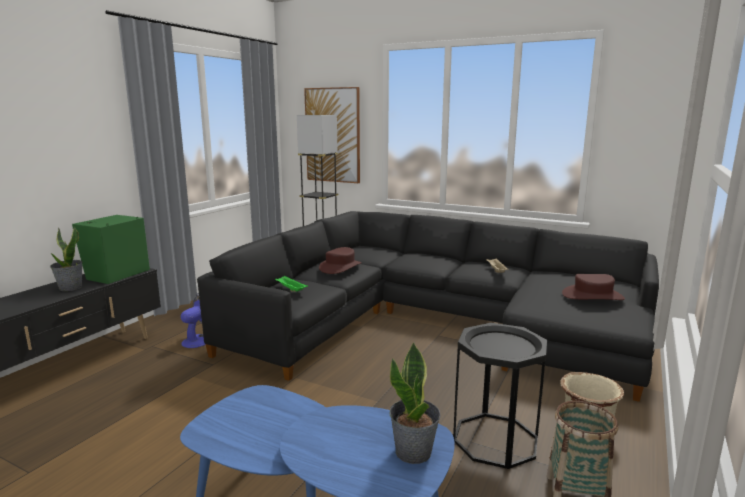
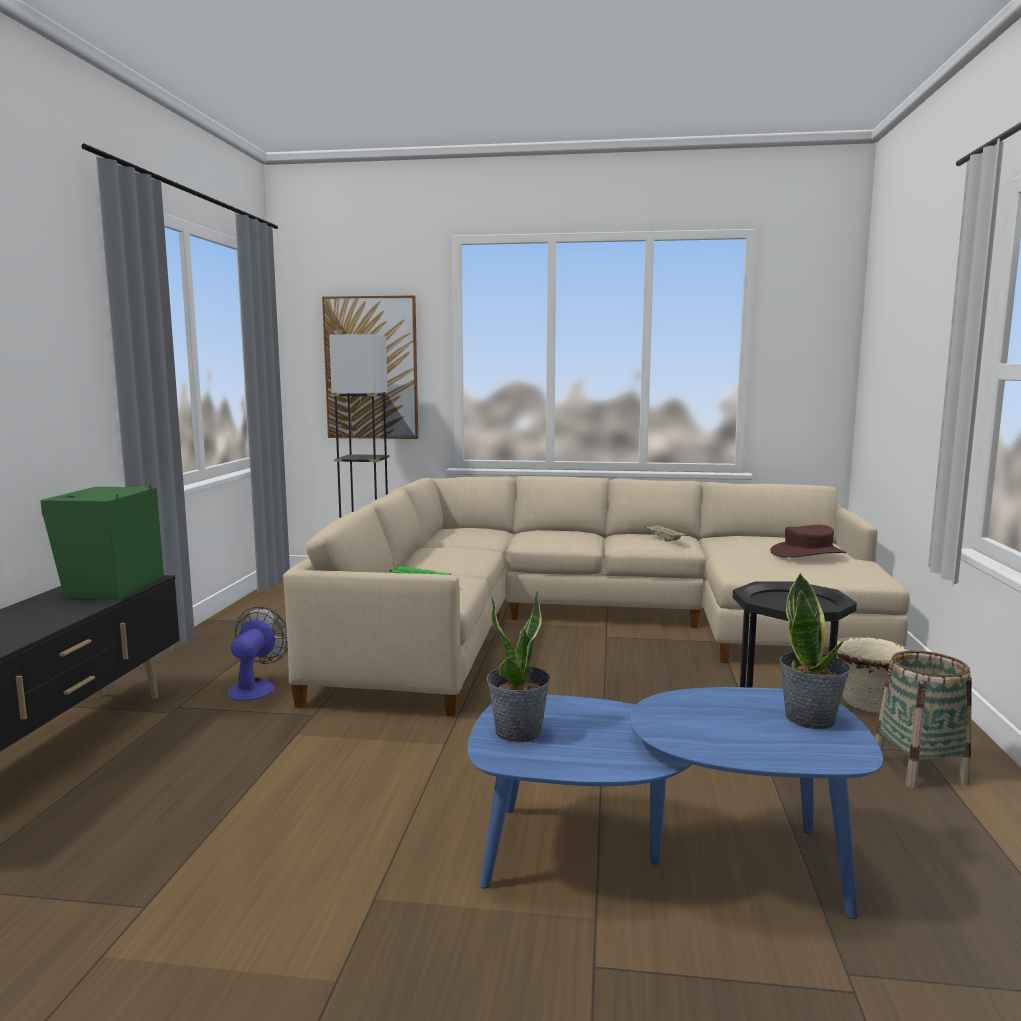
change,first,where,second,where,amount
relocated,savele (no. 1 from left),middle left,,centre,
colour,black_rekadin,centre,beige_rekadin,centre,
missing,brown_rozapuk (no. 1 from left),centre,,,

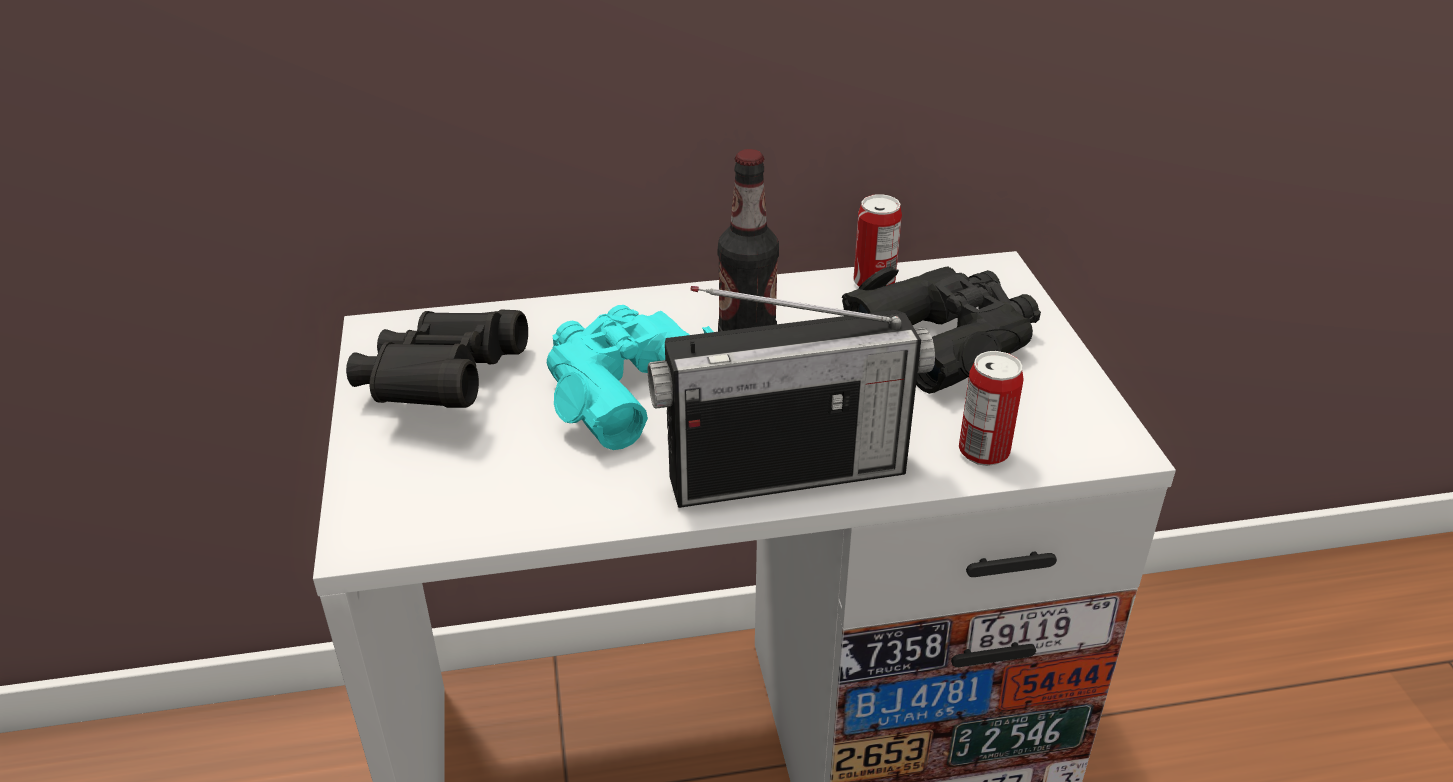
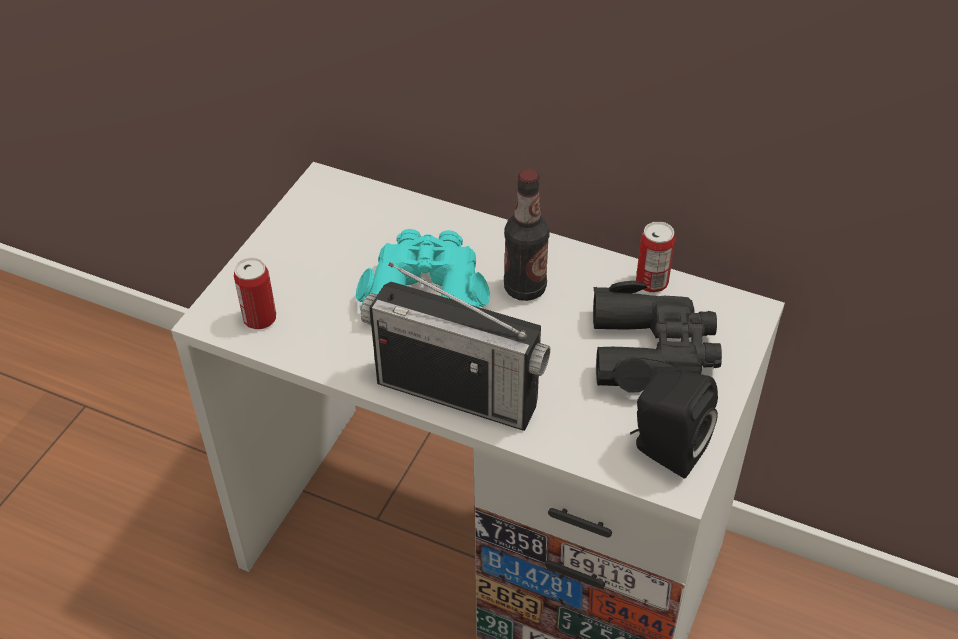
change,first,where,second,where,amount
missing,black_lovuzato (no. 1 from left),middle left,,,
relocated,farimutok (no. 2 from left in the first image),middle right,farimutok (no. 1 from left),middle left,
appeared,,,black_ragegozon,middle right,

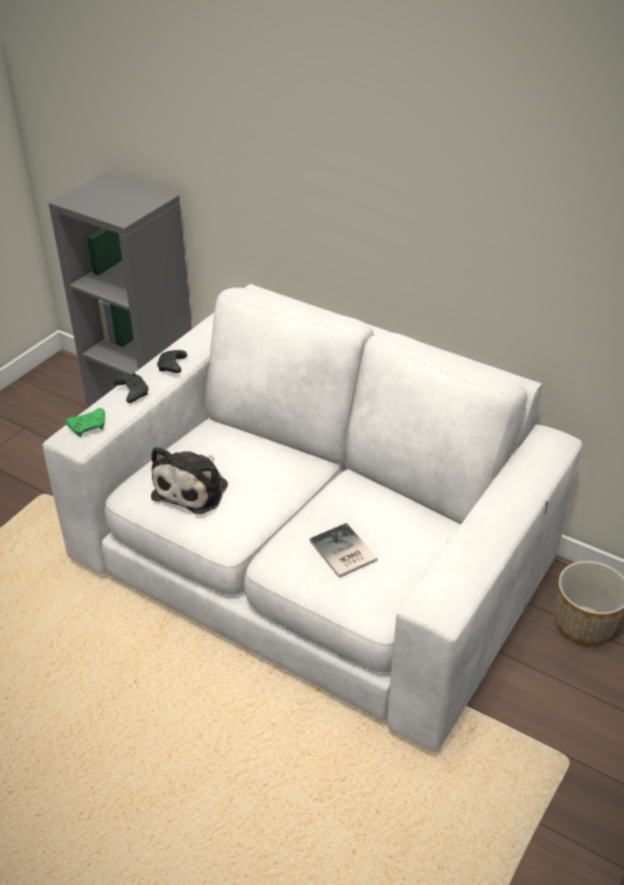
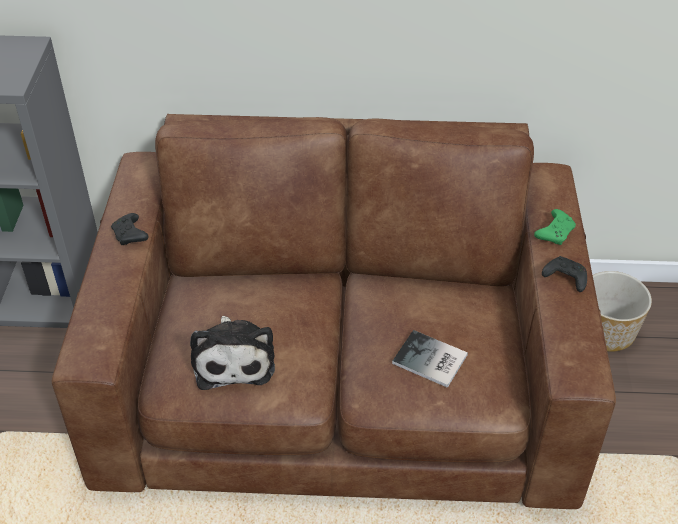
change,first,where,second,where,amount
colour,white_rekadin,centre,brown_rekadin,centre,
relocated,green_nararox,middle left,,middle right,
relocated,black_nararox (no. 1 from left in the first image),middle left,black_nararox (no. 2 from left),middle right,

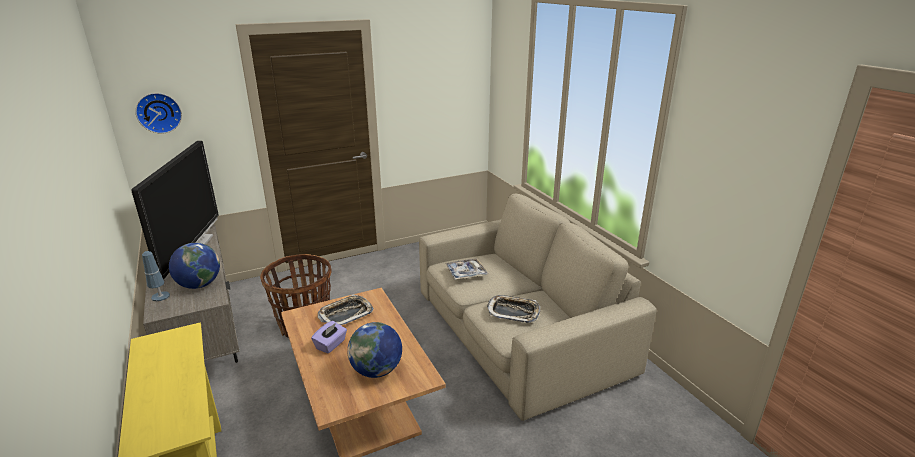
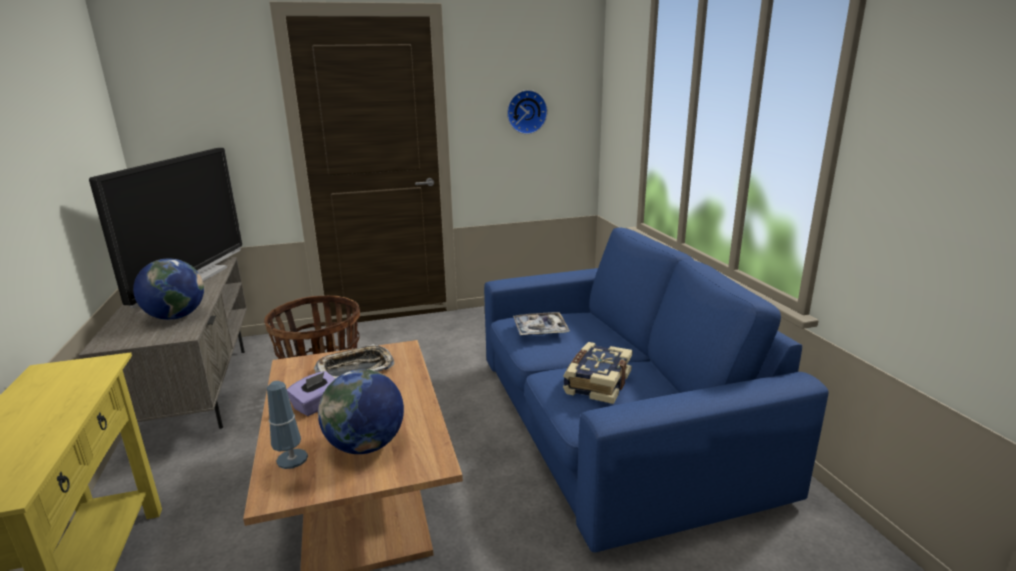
change,first,where,second,where,amount
relocated,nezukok,top left,,top centre,
relocated,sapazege,middle left,,bottom left,
colour,beige_rekadin,bottom centre,blue_rekadin,bottom centre,
exchanged,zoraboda (no. 3 from left),bottom centre,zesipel,centre,

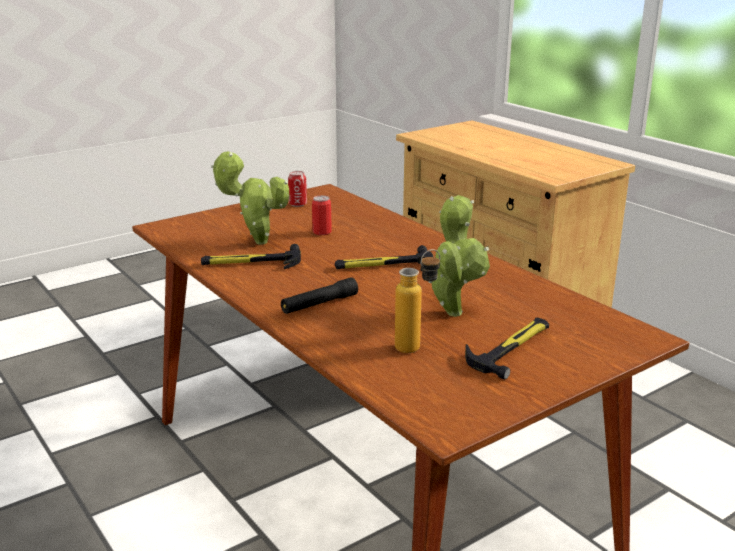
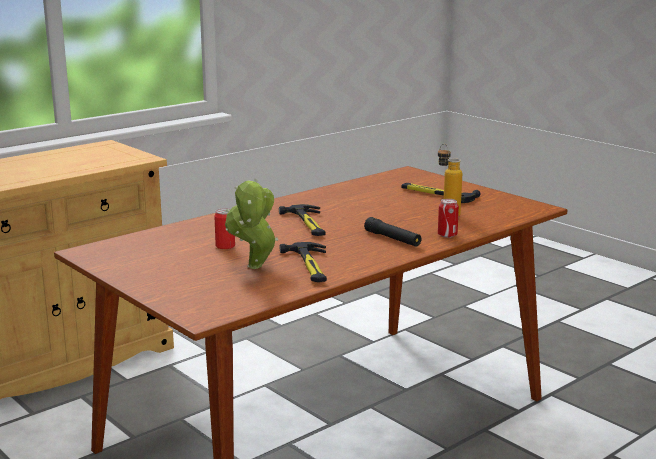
change,first,where,second,where,amount
relocated,farimutok (no. 1 from left in the first image),centre,farimutok (no. 2 from left),middle right,
missing,savele (no. 2 from left),centre,,,

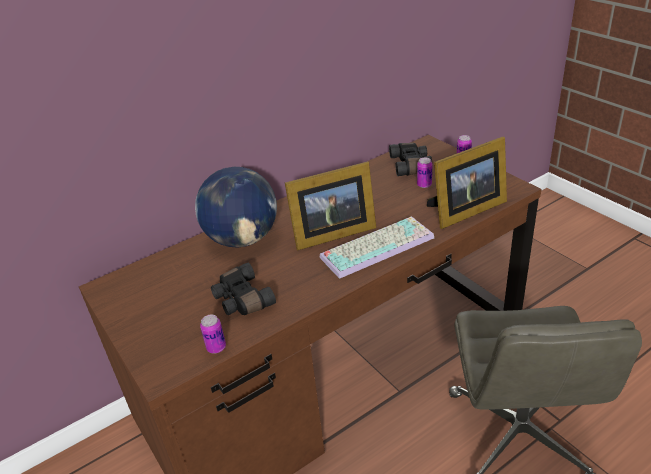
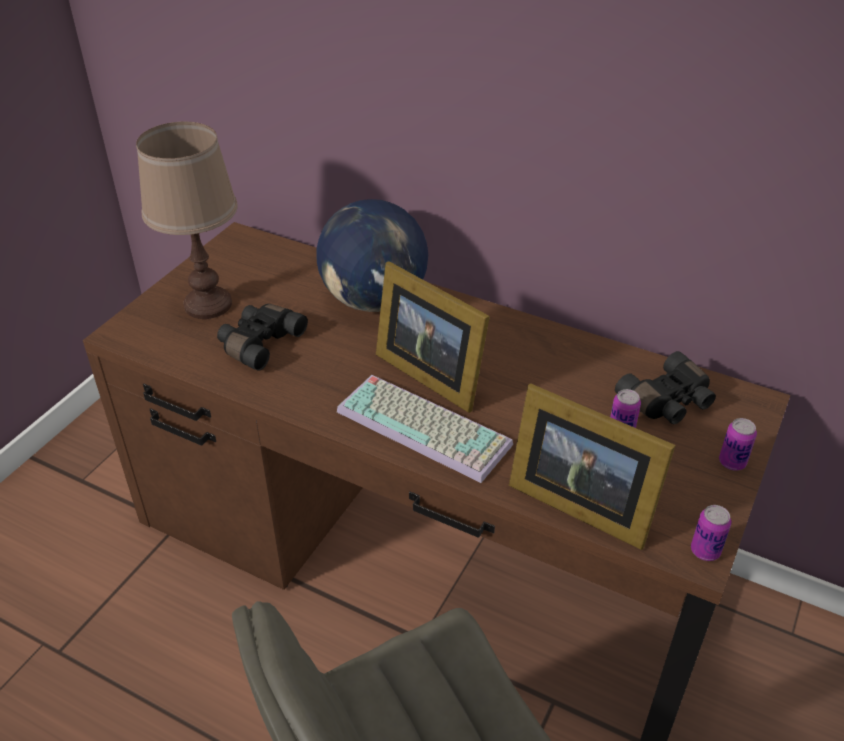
change,first,where,second,where,amount
relocated,farimutok (no. 1 from left in the first image),bottom left,farimutok (no. 2 from left),bottom right,
appeared,,,brown_sapazege,top left,

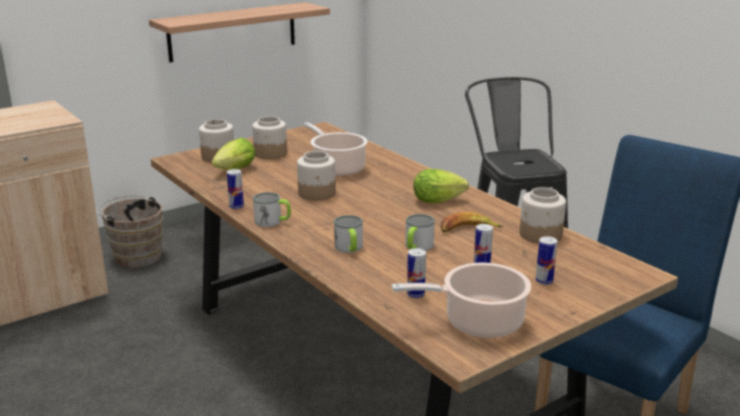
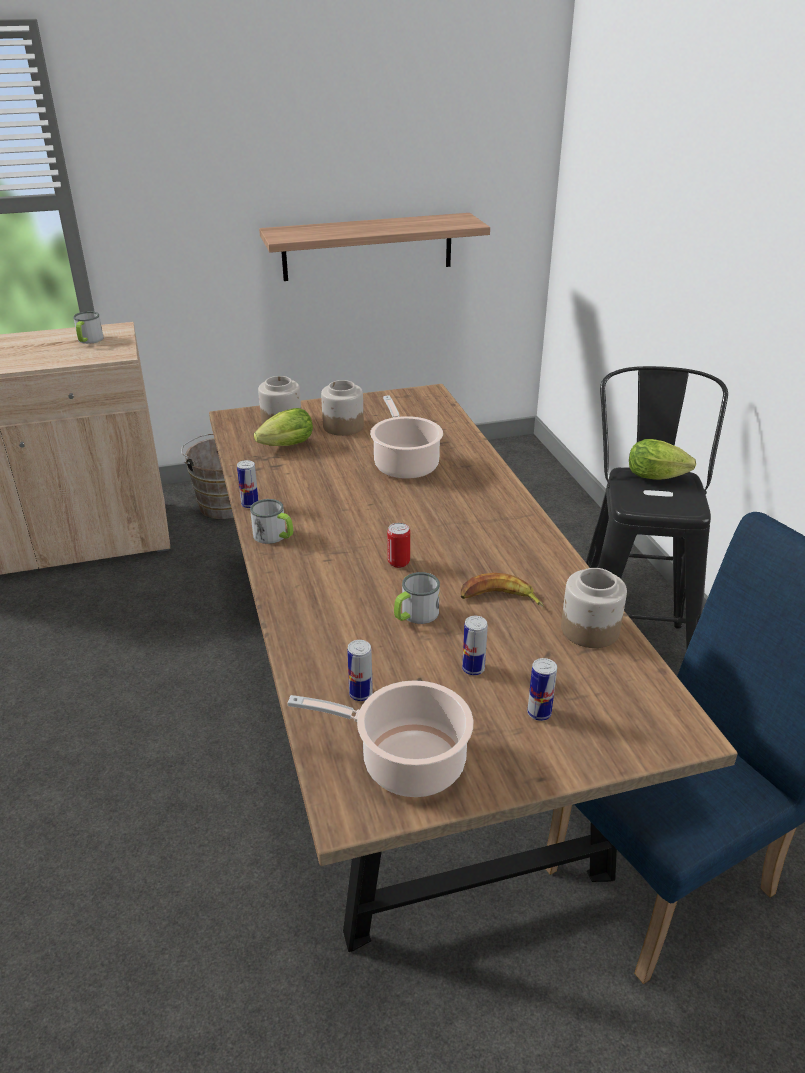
change,first,where,second,where,amount
missing,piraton (no. 3 from left),centre,,,
relocated,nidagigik (no. 2 from left in the first image),centre,nidagigik (no. 1 from left),top left,
relocated,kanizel (no. 2 from left),centre,,middle right,
appeared,,,farimutok (no. 3 from left),centre,

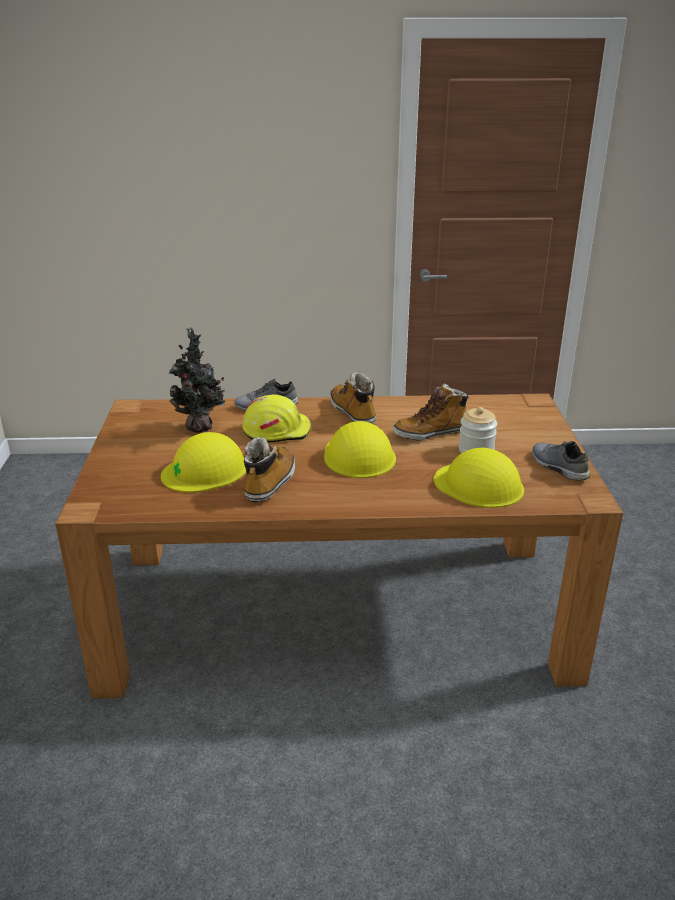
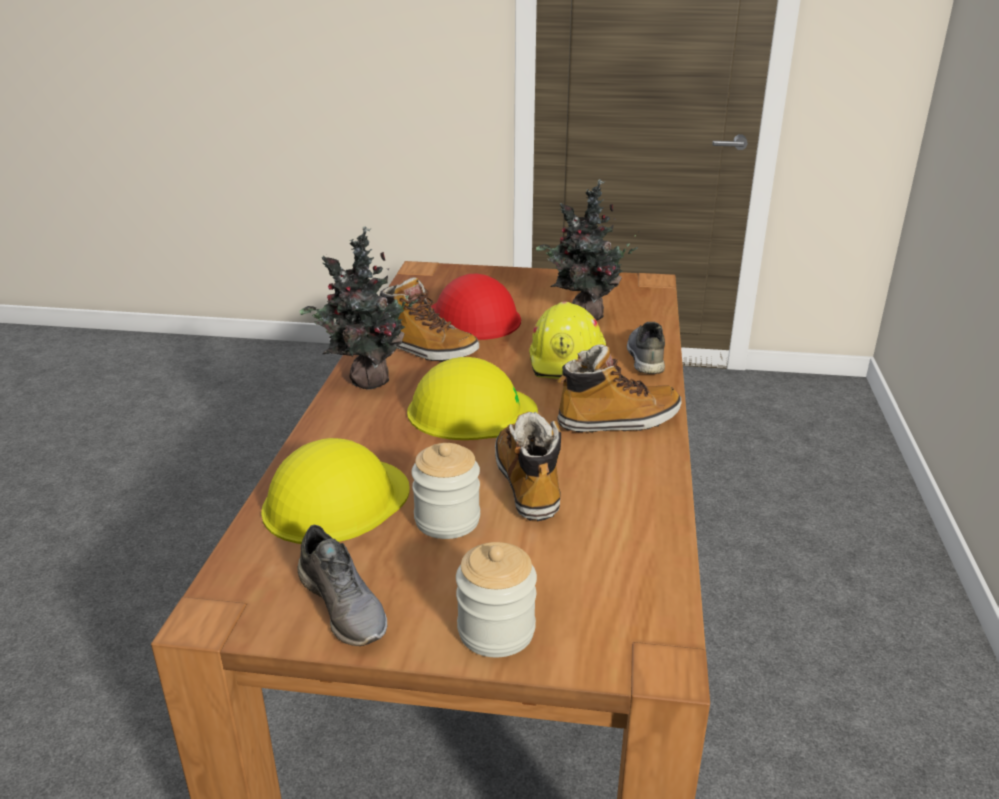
change,first,where,second,where,amount
colour,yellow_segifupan (no. 1 from left),middle left,red_segifupan,centre,
spun,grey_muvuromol (no. 2 from left in the first image),middle right,grey_muvuromol (no. 1 from left),bottom centre,75 degrees clockwise
appeared,,,savele (no. 1 from left),centre,
appeared,,,piraton (no. 2 from left),bottom centre,

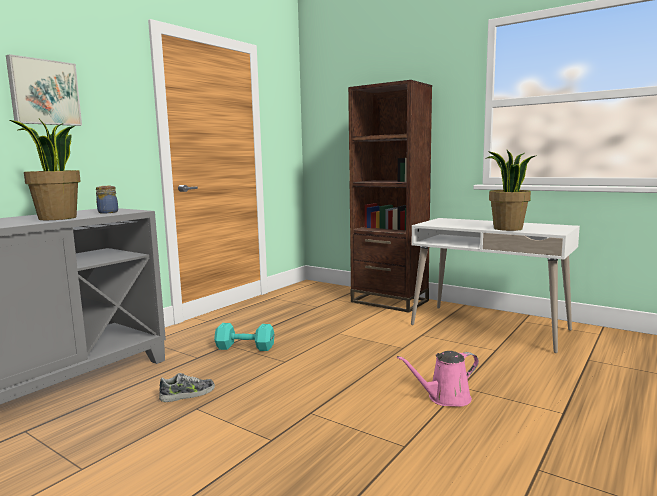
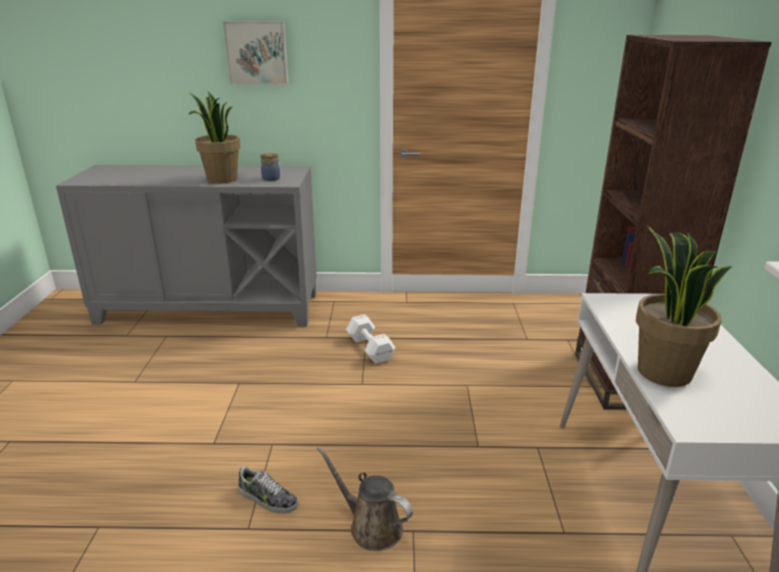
change,first,where,second,where,amount
relocated,muvuromol,bottom left,,bottom centre,
colour,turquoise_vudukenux,bottom centre,white_vudukenux,centre,
colour,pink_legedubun,bottom right,brown_legedubun,bottom centre,

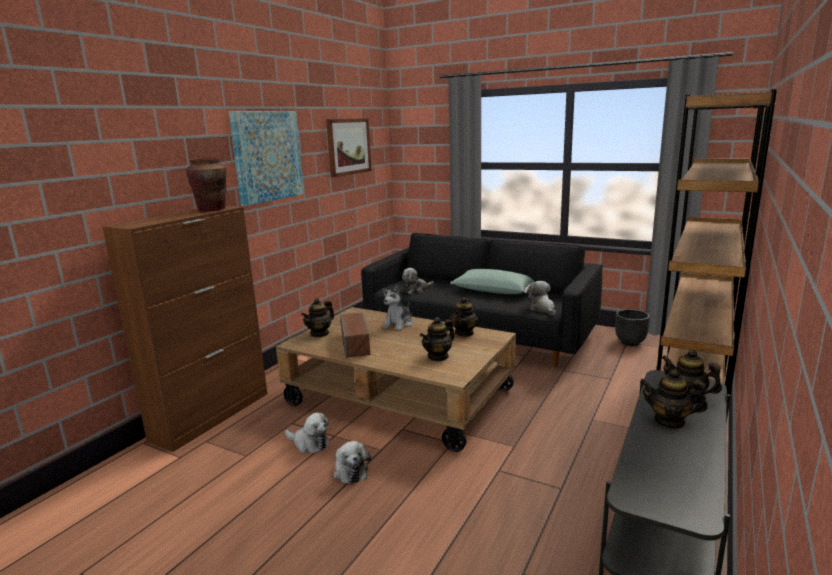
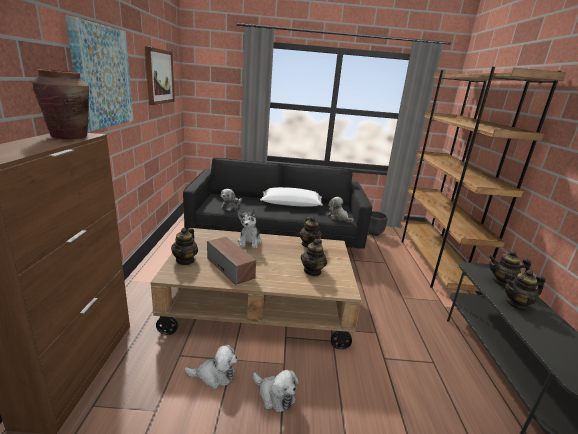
change,first,where,second,where,amount
colour,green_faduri,centre,white_faduri,centre,

